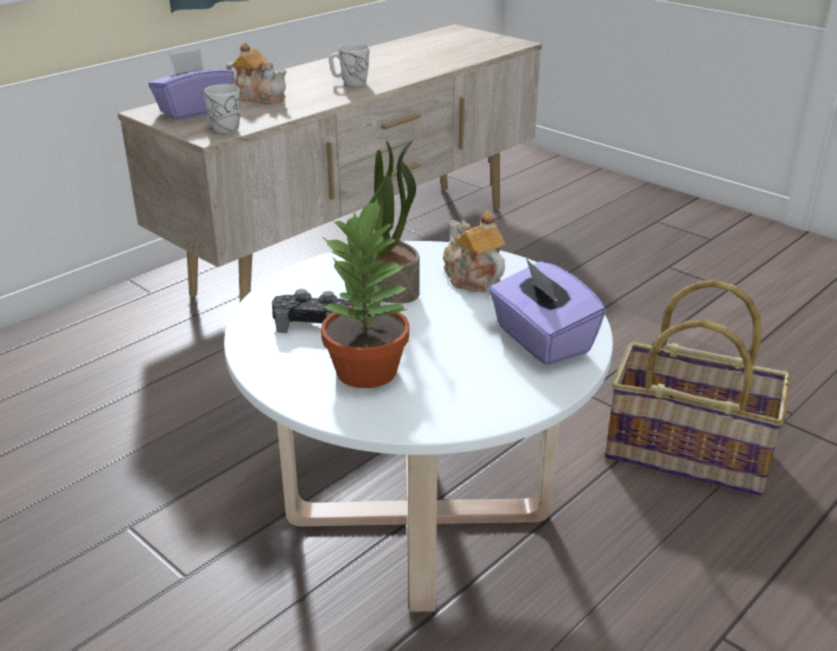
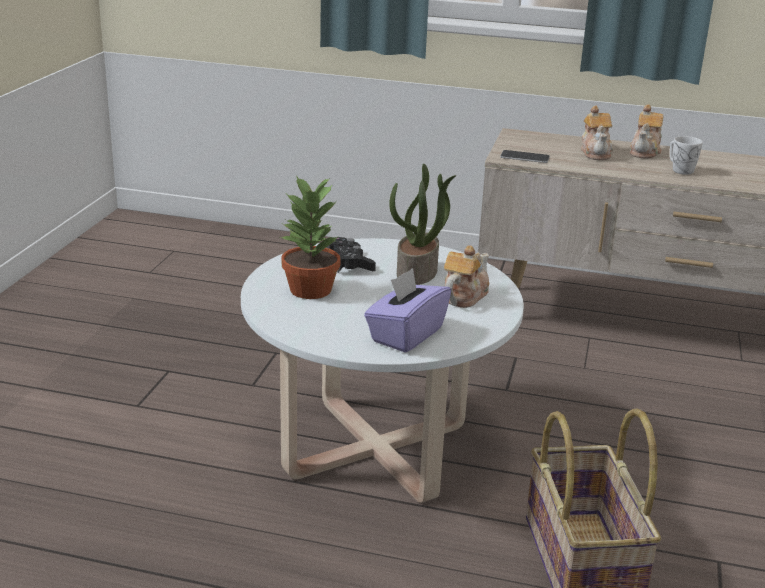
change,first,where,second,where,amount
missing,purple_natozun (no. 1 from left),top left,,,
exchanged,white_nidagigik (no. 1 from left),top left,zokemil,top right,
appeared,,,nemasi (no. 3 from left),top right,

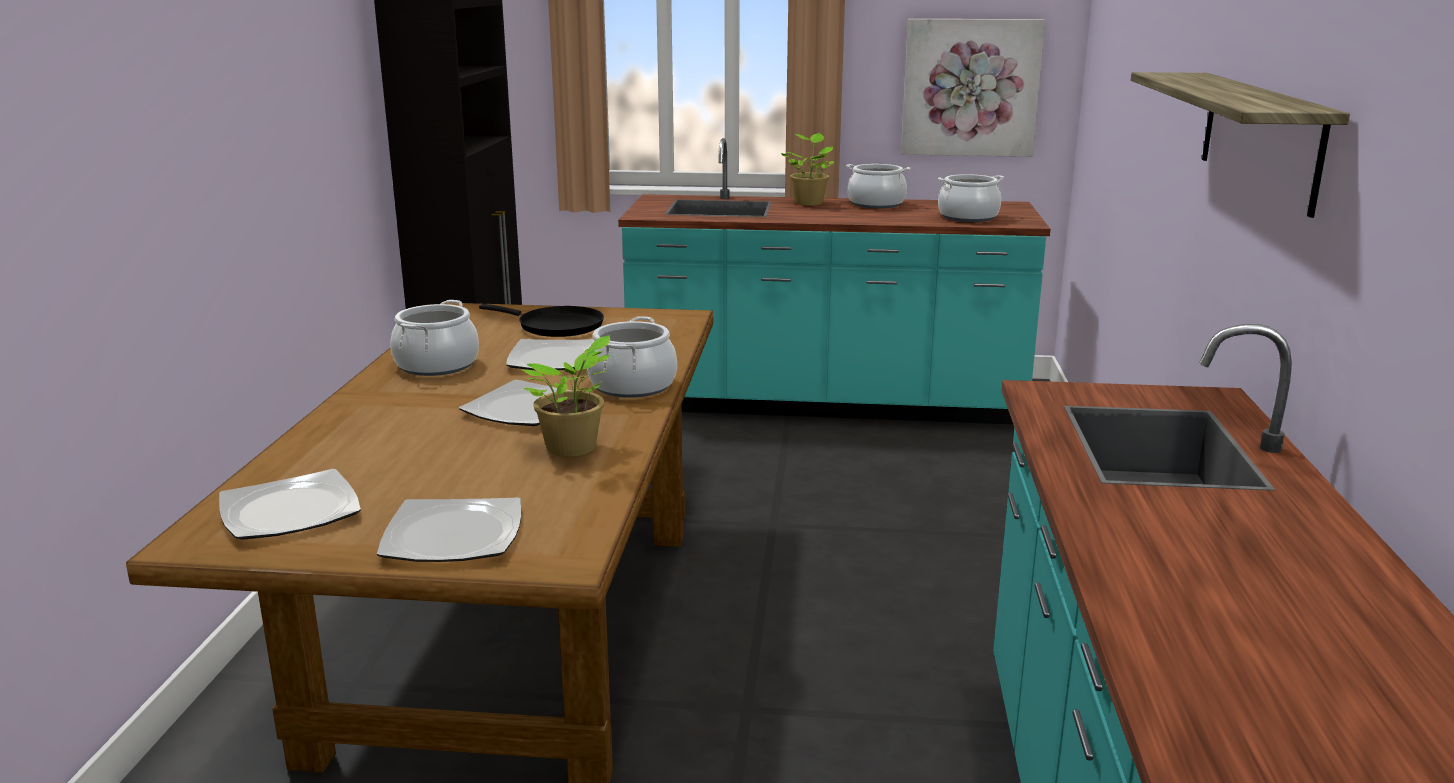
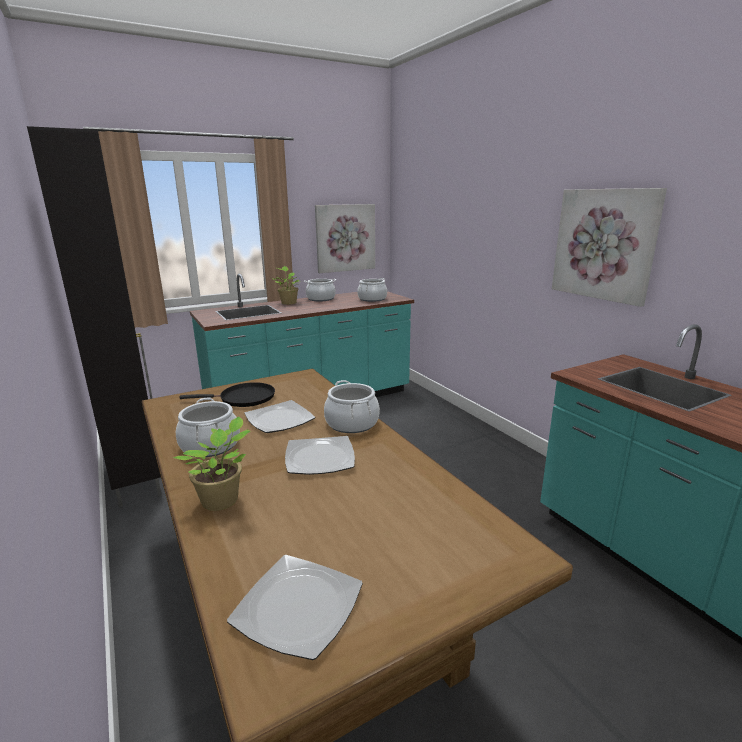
change,first,where,second,where,amount
missing,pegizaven (no. 2 from left),bottom left,,,
relocated,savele (no. 1 from left),centre,,middle left,
exchanged,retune,top right,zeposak (no. 2 from left),top right,

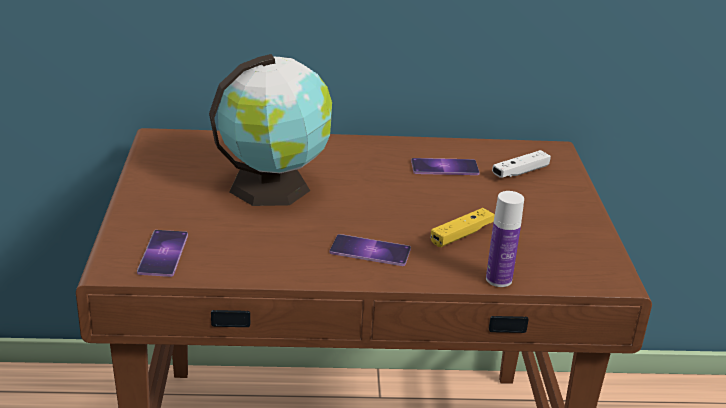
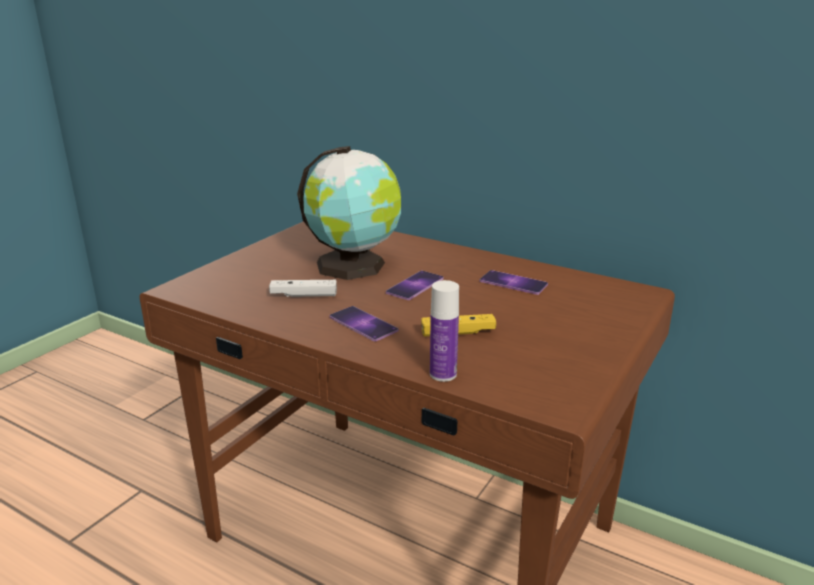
change,first,where,second,where,amount
relocated,zokemil (no. 1 from left in the first image),middle left,zokemil (no. 2 from left),centre,
relocated,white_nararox,middle right,,centre,

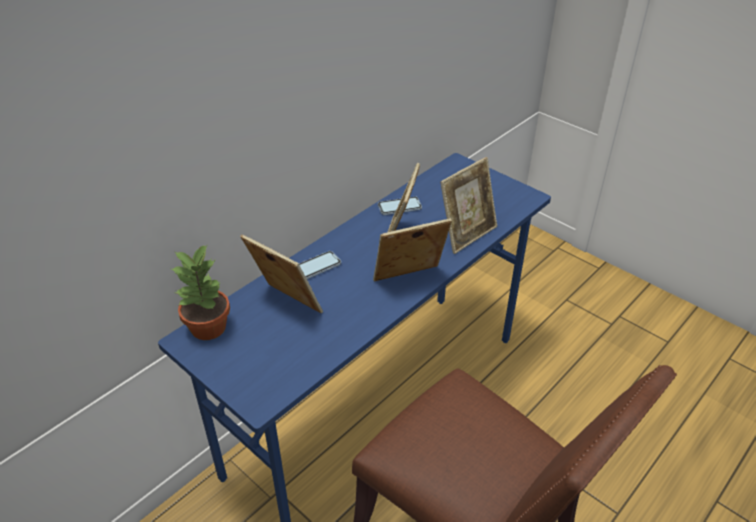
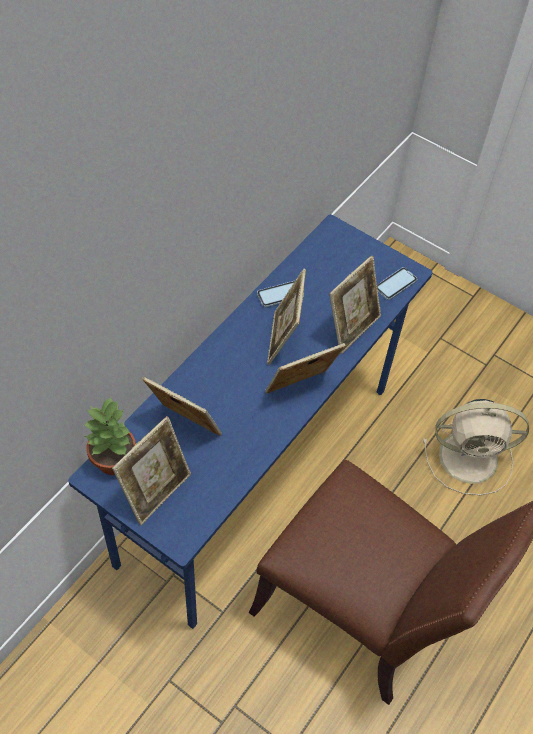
change,first,where,second,where,amount
relocated,zokemil (no. 1 from left in the first image),centre,zokemil (no. 2 from left),middle right,
appeared,,,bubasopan (no. 1 from left),middle left,
appeared,,,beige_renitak,middle right,

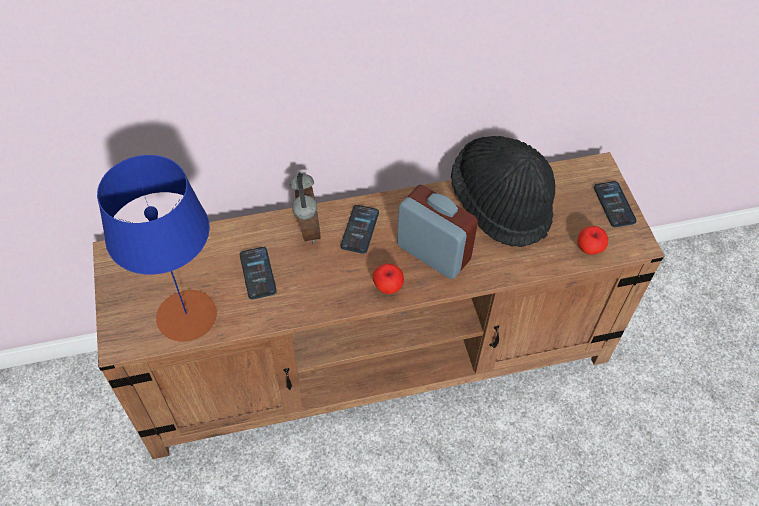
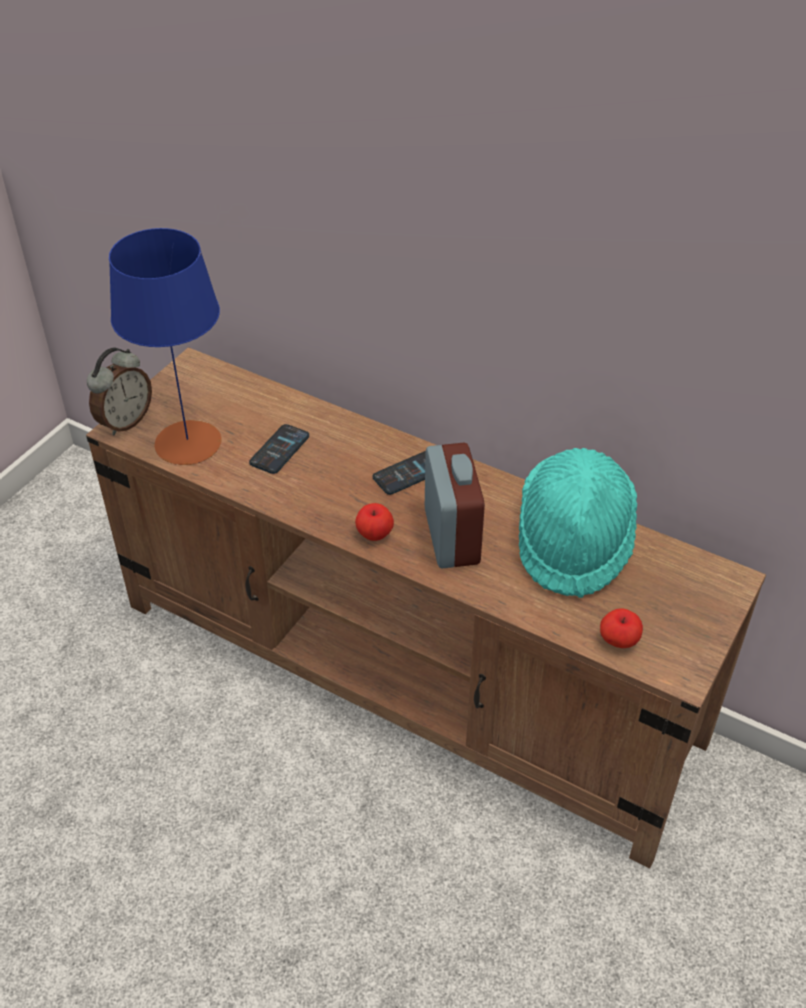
change,first,where,second,where,amount
relocated,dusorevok (no. 1 from left),centre,,middle left,
colour,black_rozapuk,centre,turquoise_rozapuk,middle right,
missing,zokemil (no. 3 from left),middle right,,,

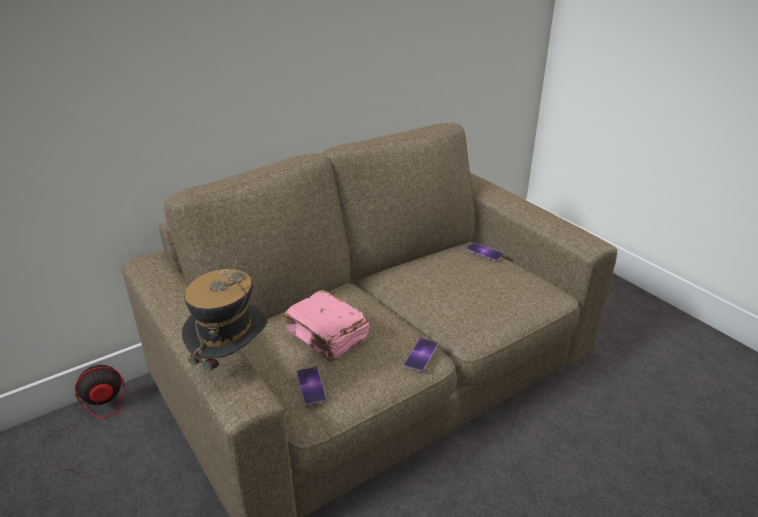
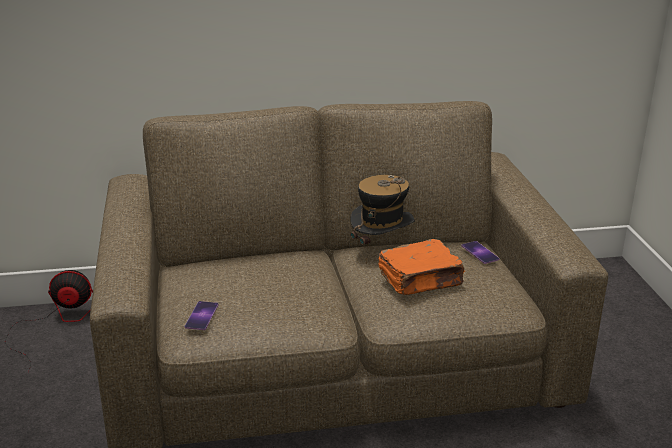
change,first,where,second,where,amount
relocated,rozapuk,middle left,,centre,
missing,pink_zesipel,centre,,,
missing,zokemil (no. 2 from left),bottom centre,,,
appeared,,,orange_zesipel,centre,

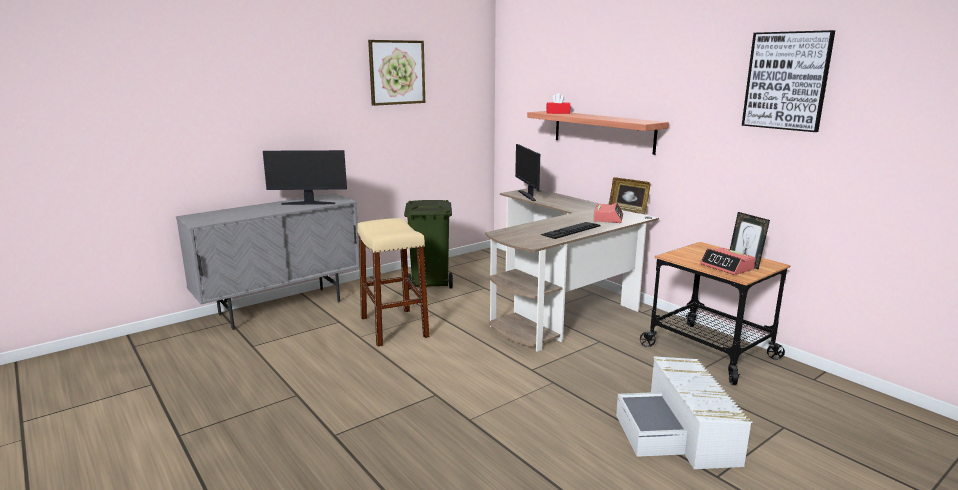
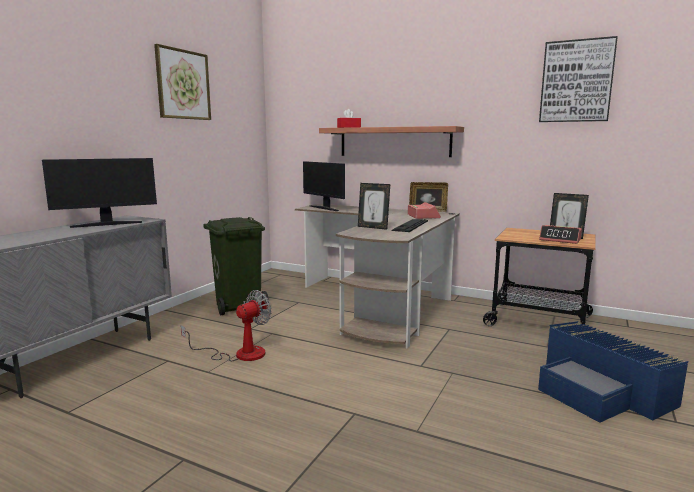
change,first,where,second,where,amount
exchanged,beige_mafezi,centre,renitak,middle left,
colour,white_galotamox,bottom right,blue_galotamox,bottom right,
appeared,,,bubasopan (no. 1 from left),centre,

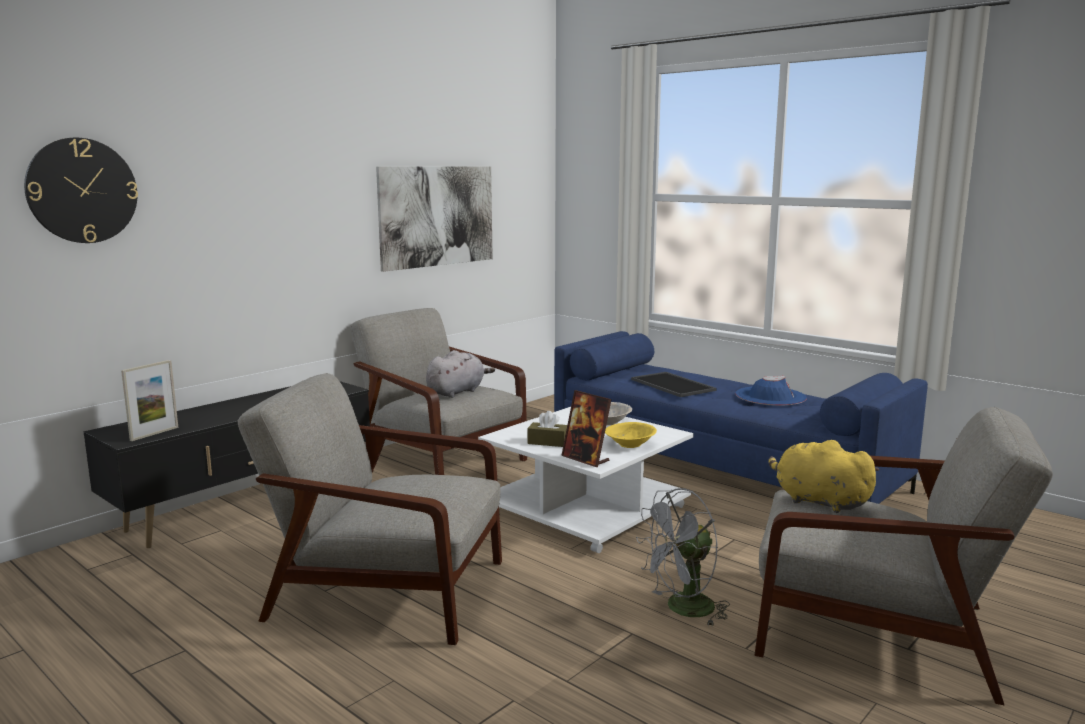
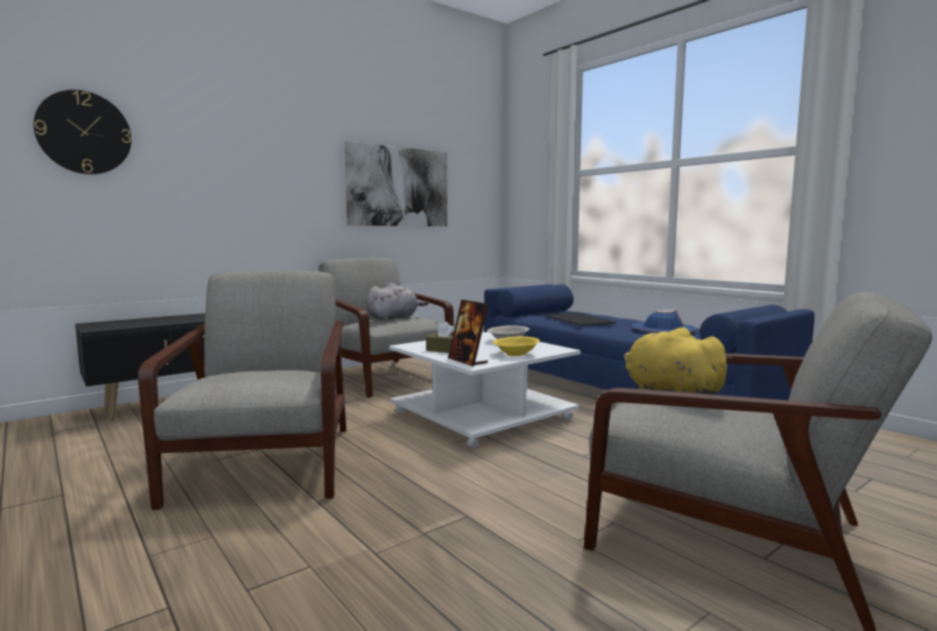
change,first,where,second,where,amount
missing,bubasopan (no. 1 from left),middle left,,,
spun,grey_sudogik (no. 1 from left),bottom centre,,middle left,60 degrees clockwise
missing,grey_renitak,bottom centre,,,

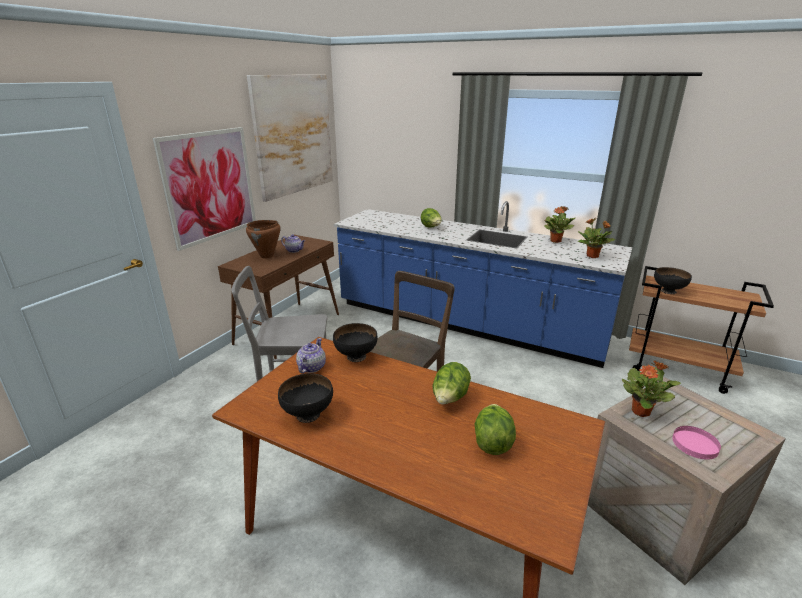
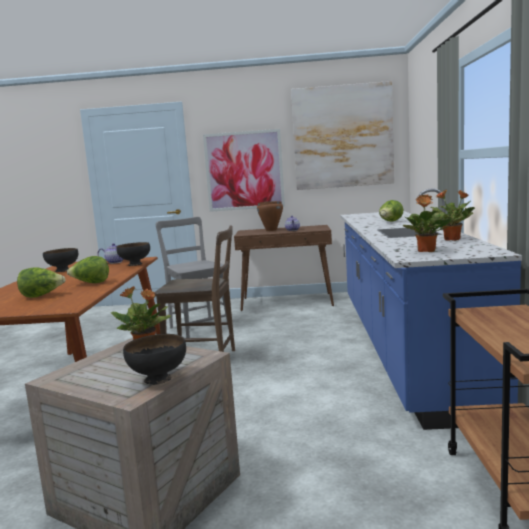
change,first,where,second,where,amount
relocated,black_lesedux (no. 3 from left),middle right,,bottom left,
missing,pink_pegizaven,bottom right,,,

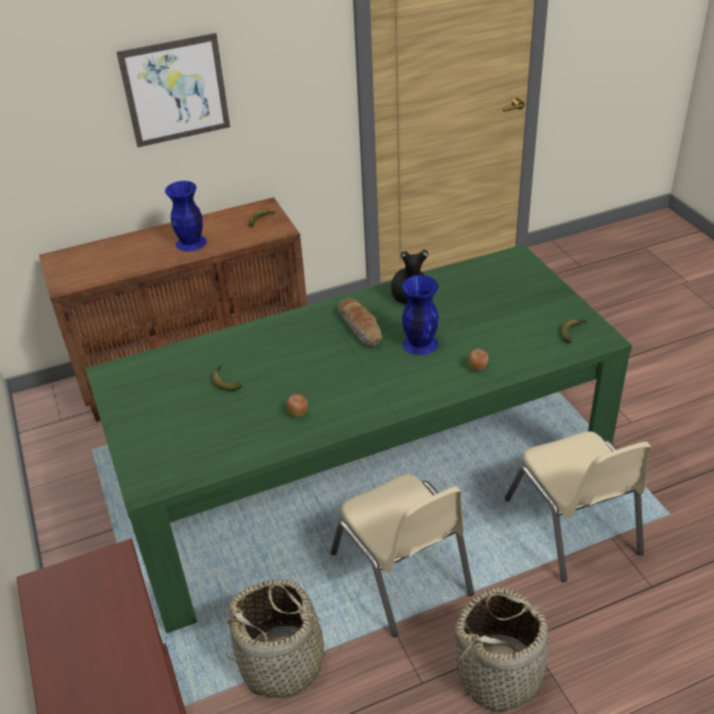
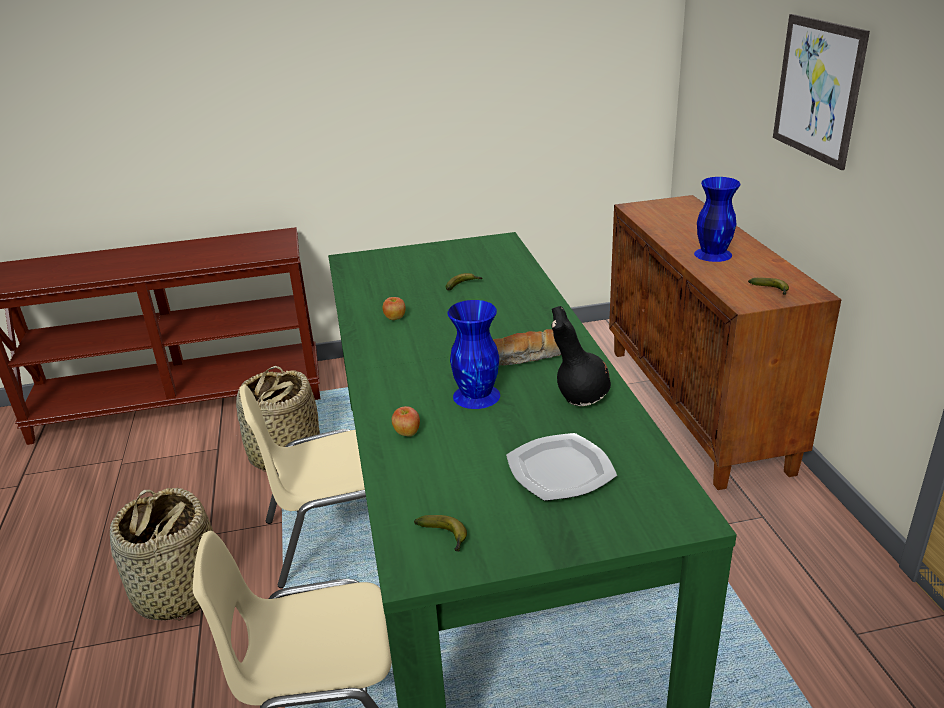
change,first,where,second,where,amount
appeared,,,pegizaven,centre,

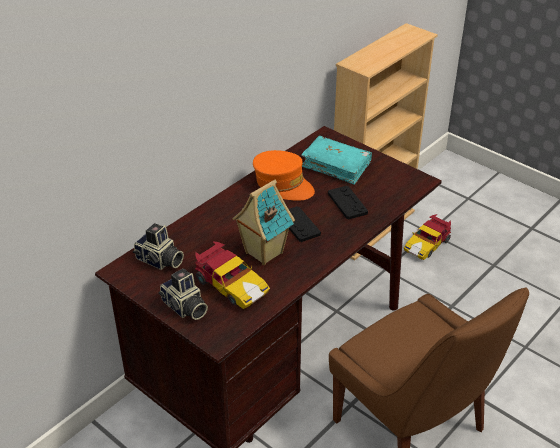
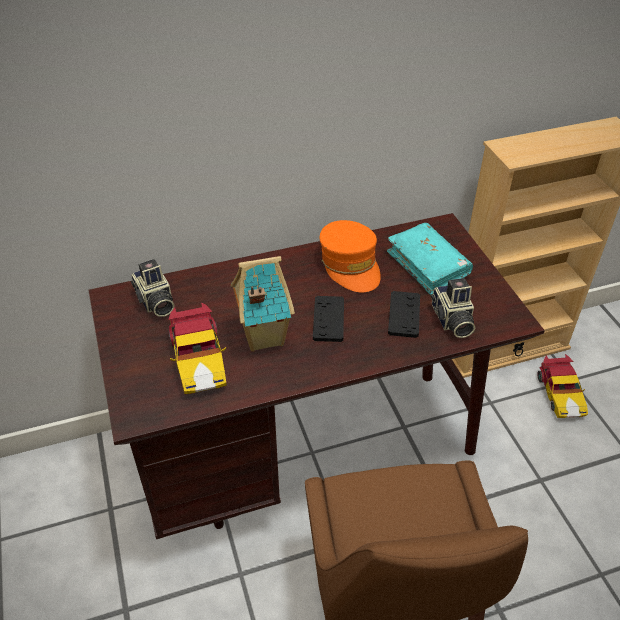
change,first,where,second,where,amount
relocated,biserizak (no. 2 from left),middle left,,middle right,
spun,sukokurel (no. 2 from left),middle right,,middle right,75 degrees counterclockwise

